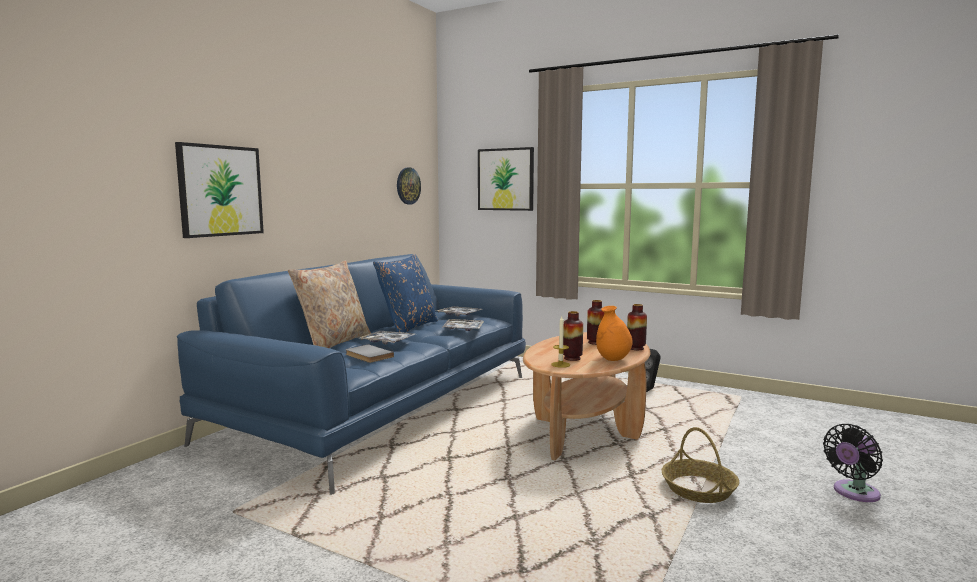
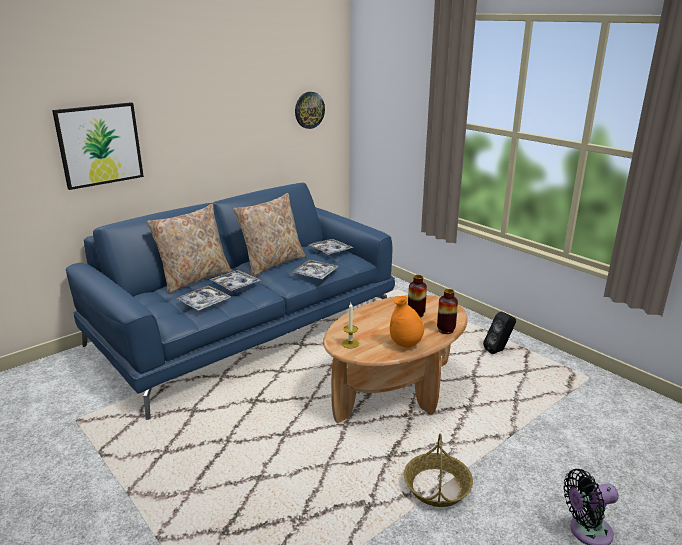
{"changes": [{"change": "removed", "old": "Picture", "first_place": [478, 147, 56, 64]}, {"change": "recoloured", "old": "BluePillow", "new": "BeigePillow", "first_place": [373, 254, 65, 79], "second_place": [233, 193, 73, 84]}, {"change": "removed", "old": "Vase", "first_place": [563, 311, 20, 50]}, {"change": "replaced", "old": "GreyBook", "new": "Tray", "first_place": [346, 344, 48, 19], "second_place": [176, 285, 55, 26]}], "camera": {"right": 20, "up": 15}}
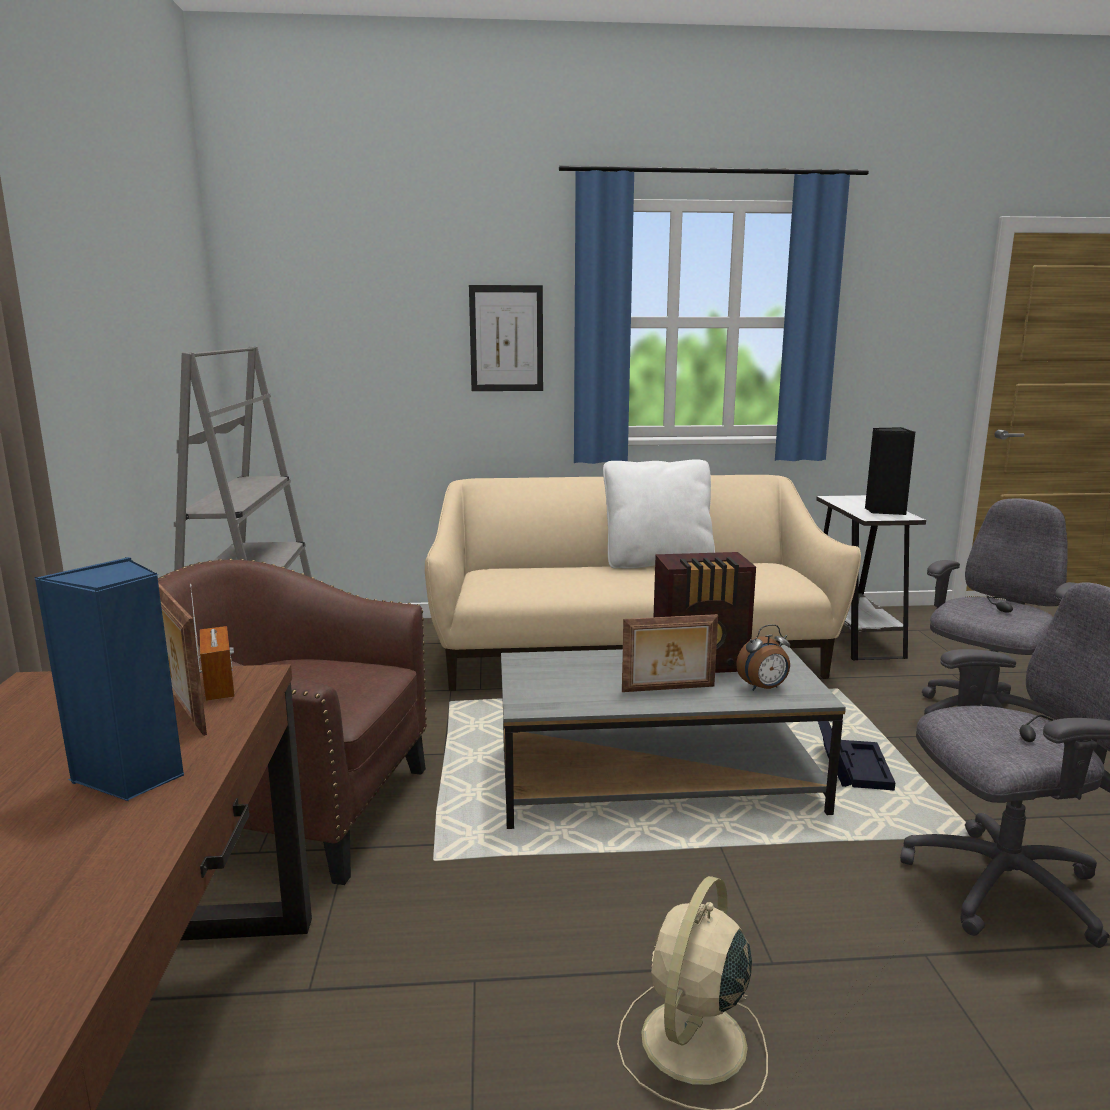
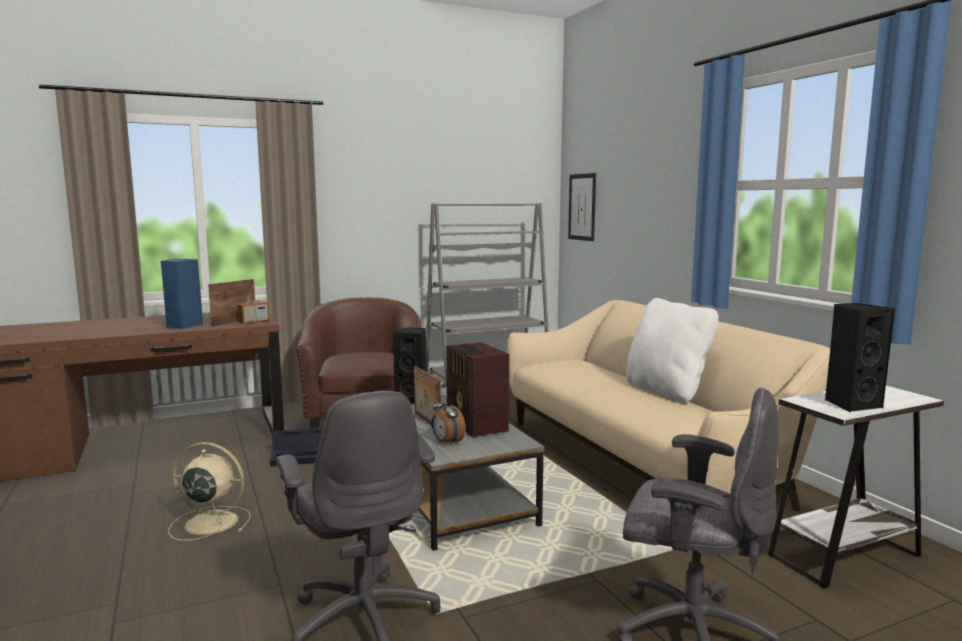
{"changes": [{"change": "moved", "old": "Picture", "first_place": [469, 285, 74, 106], "second_place": [568, 173, 28, 68]}, {"change": "moved", "old": "BlackStorageBox", "first_place": [818, 721, 77, 70], "second_place": [270, 428, 53, 39]}, {"change": "added", "new": "BlackSpeaker", "second_place": [393, 327, 33, 77]}], "camera": {"right": 70, "up": -5}}
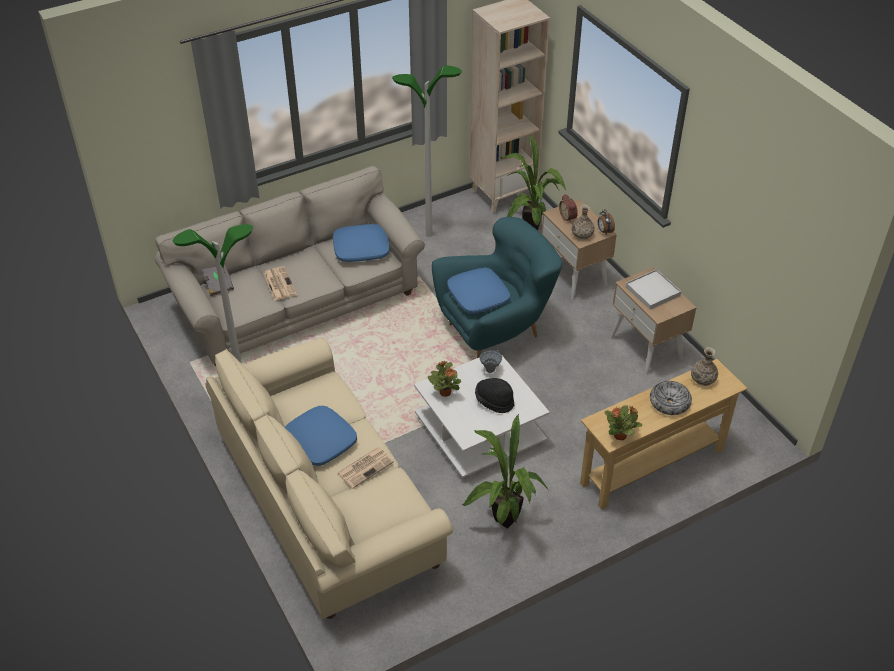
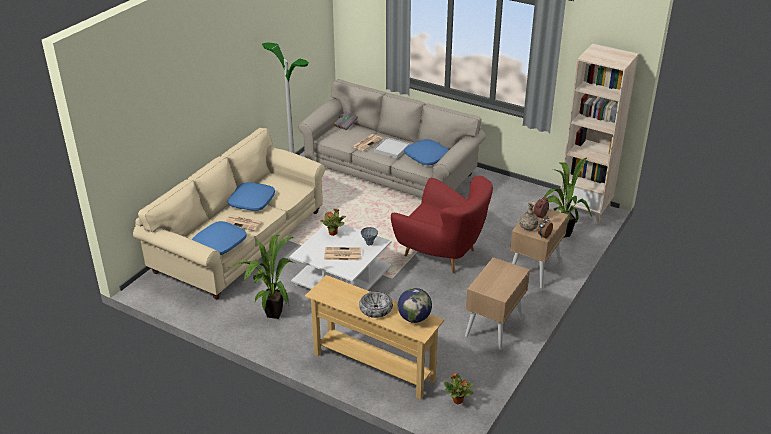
{"changes": [{"change": "removed", "old": "FloorLamp", "first_place": [392, 65, 70, 172]}, {"change": "recoloured", "old": "TurquoiseArmchair", "new": "RedArmchair", "first_place": [432, 217, 130, 141], "second_place": [391, 176, 102, 97]}, {"change": "moved", "old": "BluePillow", "first_place": [447, 268, 63, 46], "second_place": [192, 221, 55, 34]}, {"change": "moved", "old": "WhiteTray", "first_place": [626, 269, 55, 41], "second_place": [374, 137, 36, 22]}, {"change": "replaced", "old": "Vase", "new": "Globe", "first_place": [691, 347, 27, 39], "second_place": [398, 288, 34, 35]}, {"change": "replaced", "old": "BlackHat", "new": "Newspaper", "first_place": [475, 378, 40, 35], "second_place": [324, 247, 37, 13]}, {"change": "moved", "old": "PottedPlant", "first_place": [604, 405, 38, 35], "second_place": [444, 373, 30, 31]}], "camera": {"right": 60, "up": -10}}
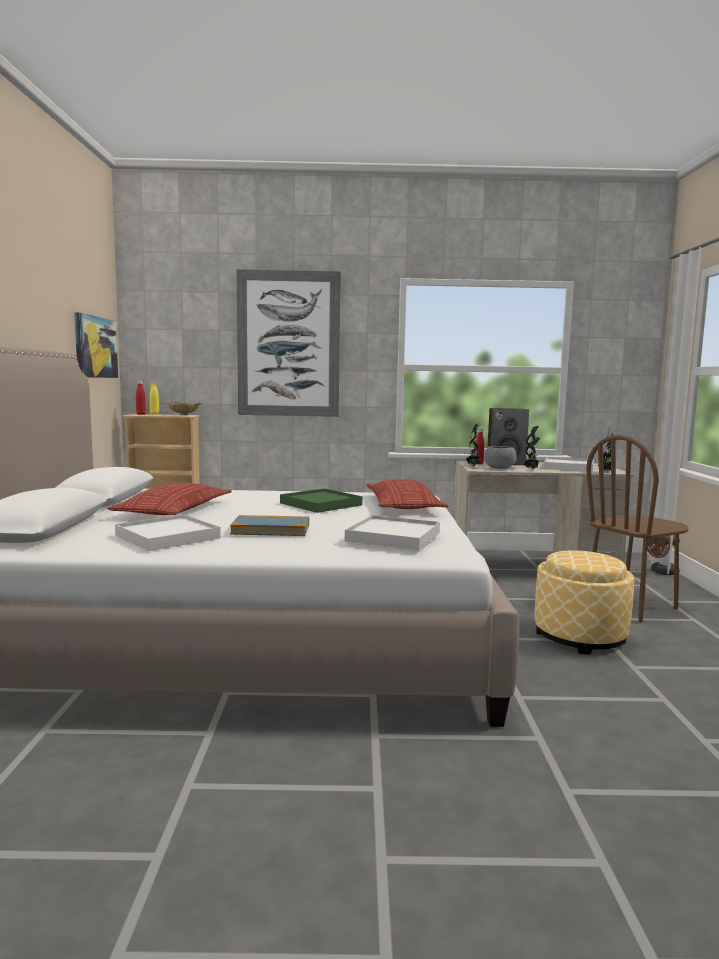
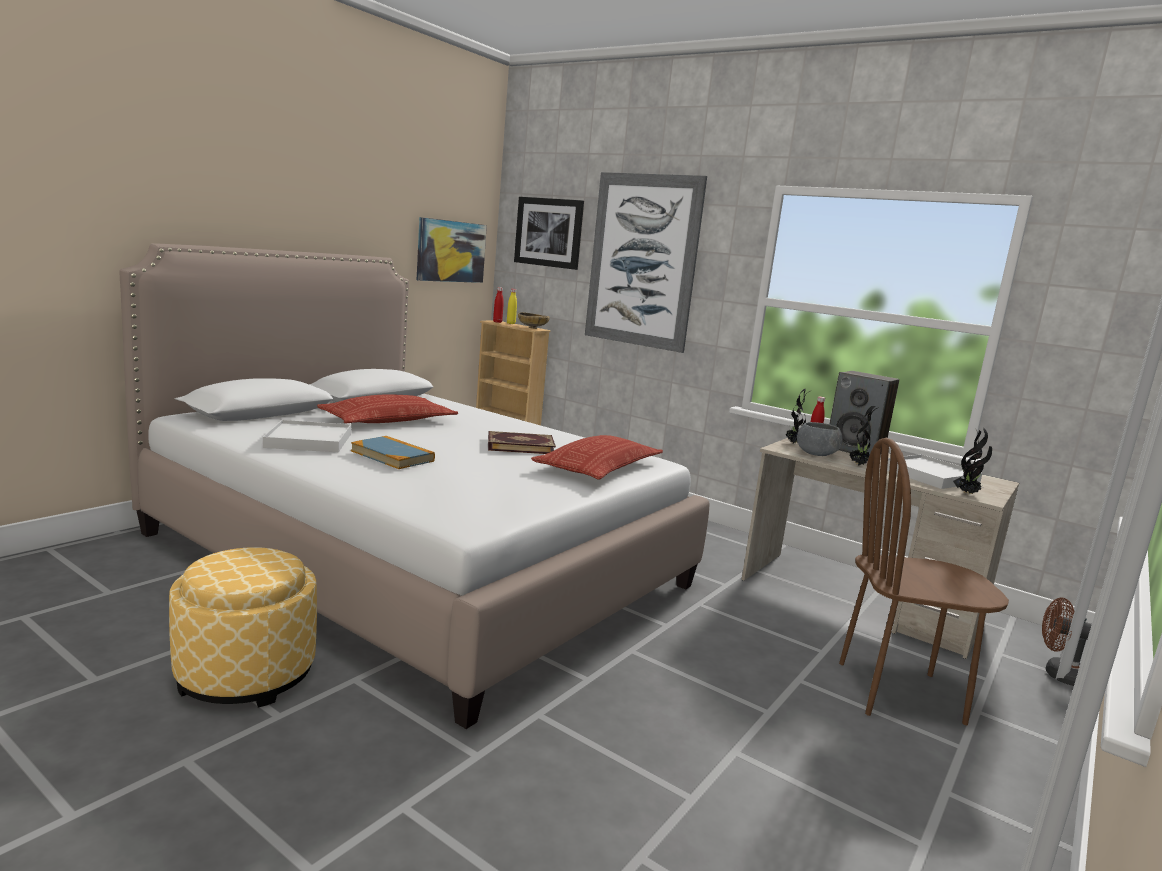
{"changes": [{"change": "replaced", "old": "GreenTray", "new": "Book", "first_place": [280, 488, 82, 25], "second_place": [488, 431, 68, 23]}, {"change": "removed", "old": "WhiteTray", "first_place": [345, 515, 95, 35]}, {"change": "moved", "old": "Ottoman", "first_place": [534, 550, 101, 105], "second_place": [169, 547, 148, 161]}, {"change": "added", "new": "Picture", "second_place": [514, 197, 70, 73]}], "camera": {"right": 35, "up": 5}}
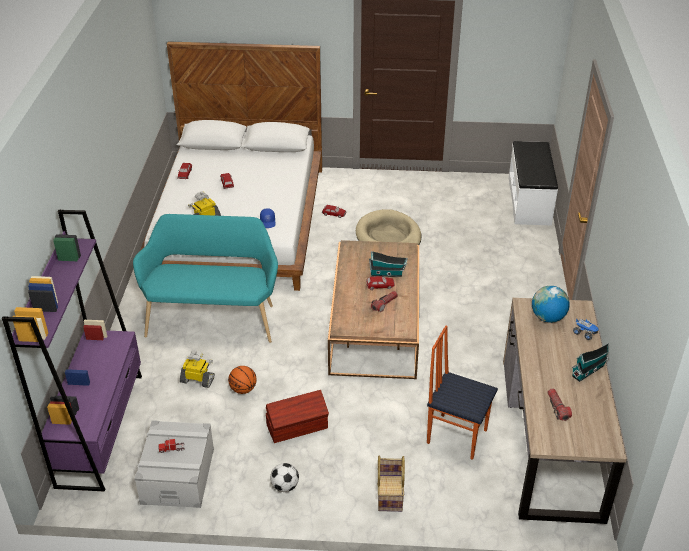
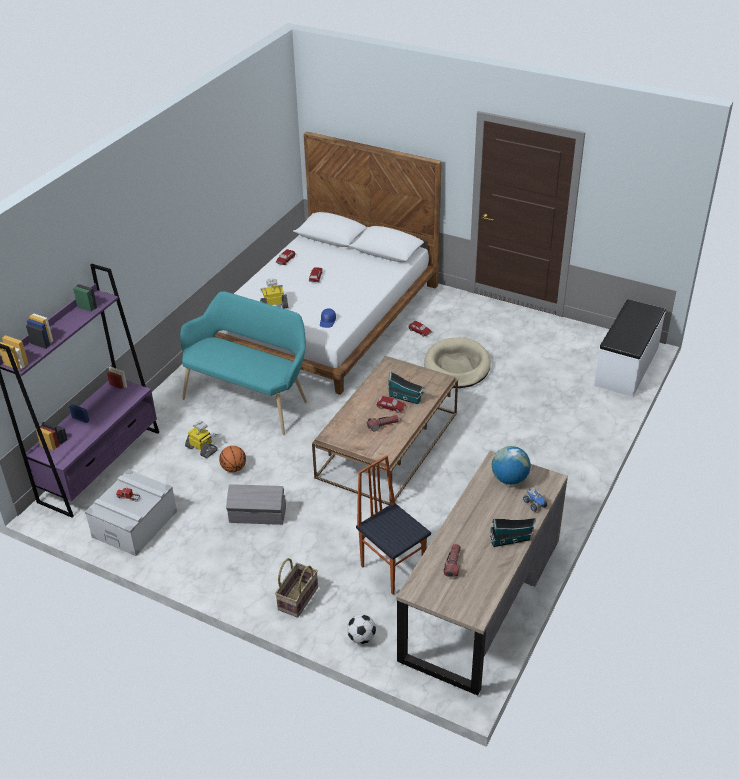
{"changes": [{"change": "recoloured", "old": "BrownStorageBox", "new": "GreyStorageBox", "first_place": [265, 390, 64, 53], "second_place": [226, 484, 60, 41]}, {"change": "moved", "old": "Football", "first_place": [270, 463, 29, 29], "second_place": [347, 614, 29, 30]}], "camera": {"right": 25, "up": 0}}
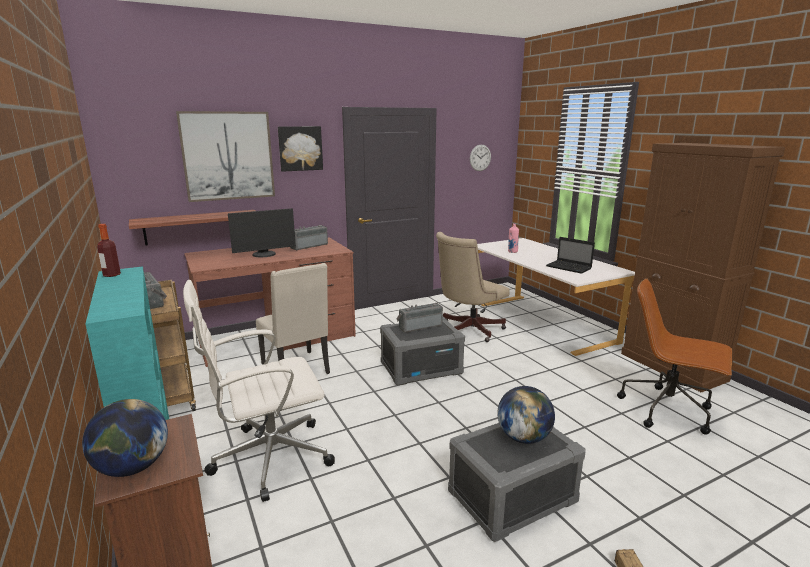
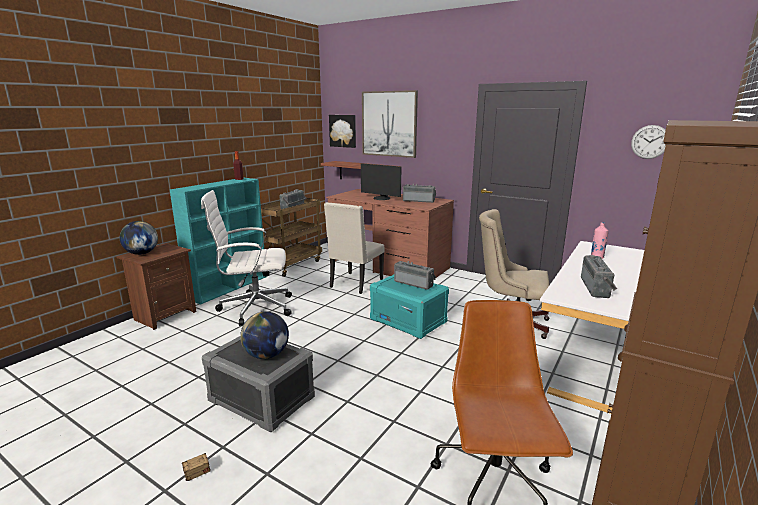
{"changes": [{"change": "moved", "old": "Picture", "first_place": [278, 126, 45, 46], "second_place": [329, 115, 27, 33]}, {"change": "replaced", "old": "Laptop", "new": "Radio", "first_place": [546, 237, 49, 37], "second_place": [581, 255, 36, 43]}, {"change": "turned", "old": "WhiteOfficeChair", "first_place": [183, 280, 152, 222], "second_place": [201, 190, 91, 136], "degrees": -45}, {"change": "recoloured", "old": "GreyStorageBox", "new": "TurquoiseStorageBox", "first_place": [380, 317, 85, 69], "second_place": [370, 275, 79, 64]}], "camera": {"right": 60, "up": 0}}
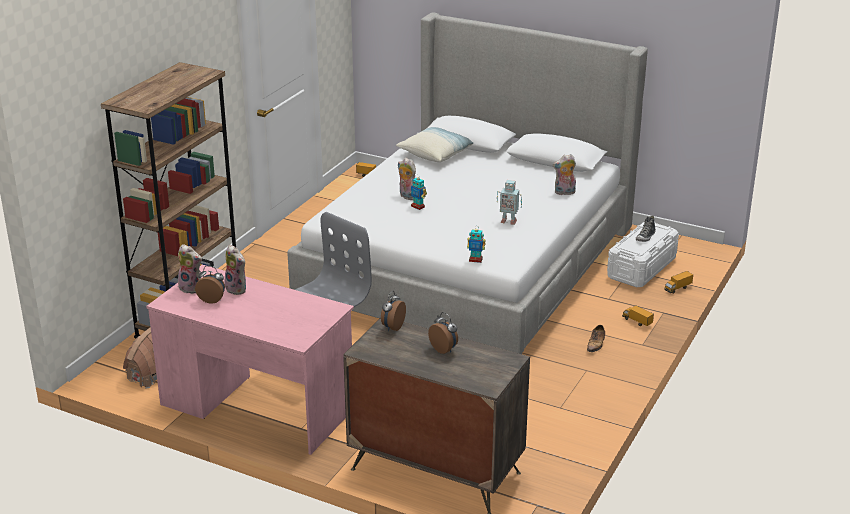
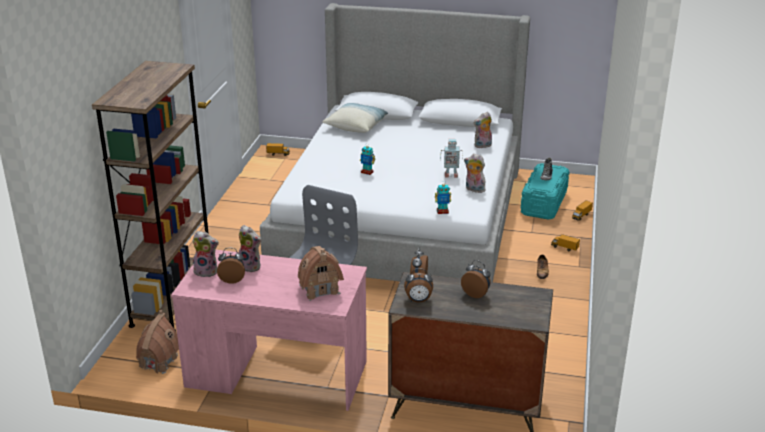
{"changes": [{"change": "moved", "old": "PlushToy", "first_place": [398, 158, 18, 42], "second_place": [464, 154, 22, 39]}, {"change": "recoloured", "old": "WhiteStorageBox", "new": "TurquoiseStorageBox", "first_place": [607, 222, 72, 65], "second_place": [521, 163, 48, 57]}, {"change": "added", "new": "ToyHouse", "second_place": [298, 246, 46, 55]}, {"change": "added", "new": "AlarmClock", "second_place": [404, 268, 29, 34]}], "camera": {"right": -15, "up": 0}}
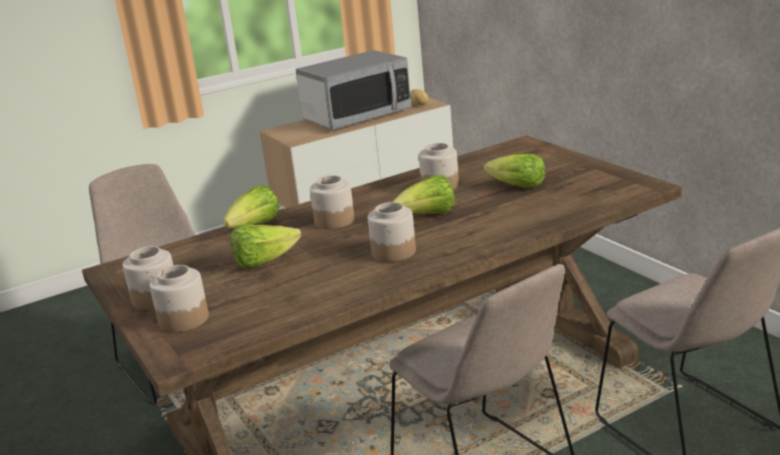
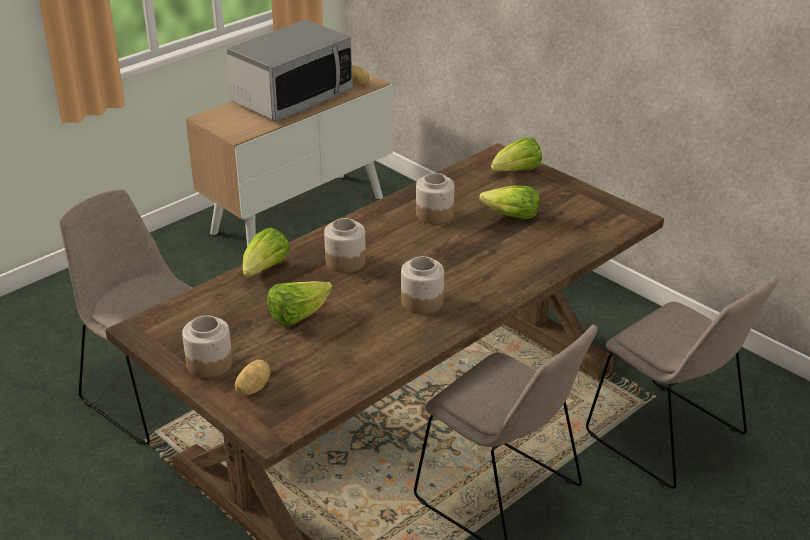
{"changes": [{"change": "moved", "old": "Lettuce", "first_place": [393, 175, 62, 39], "second_place": [491, 137, 51, 34]}, {"change": "replaced", "old": "Jar", "new": "Potato", "first_place": [150, 265, 59, 68], "second_place": [235, 360, 36, 35]}], "camera": {"right": -15, "up": 10}}
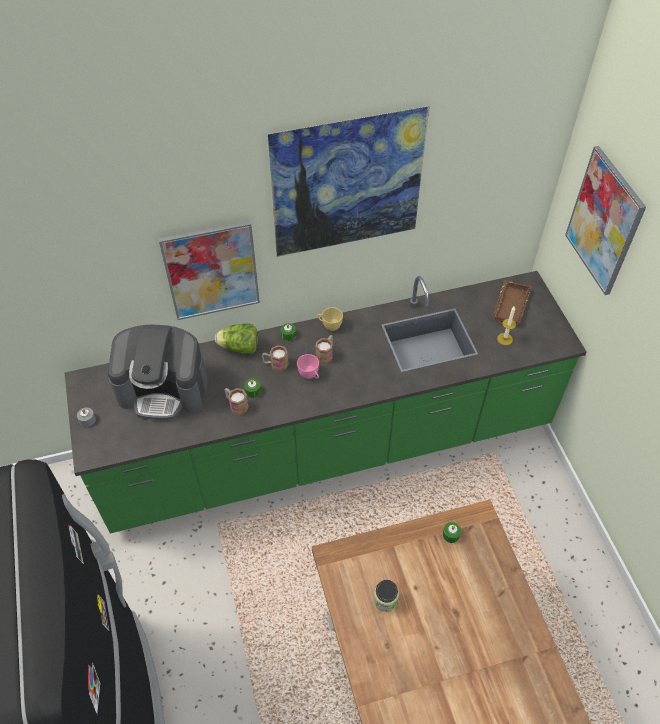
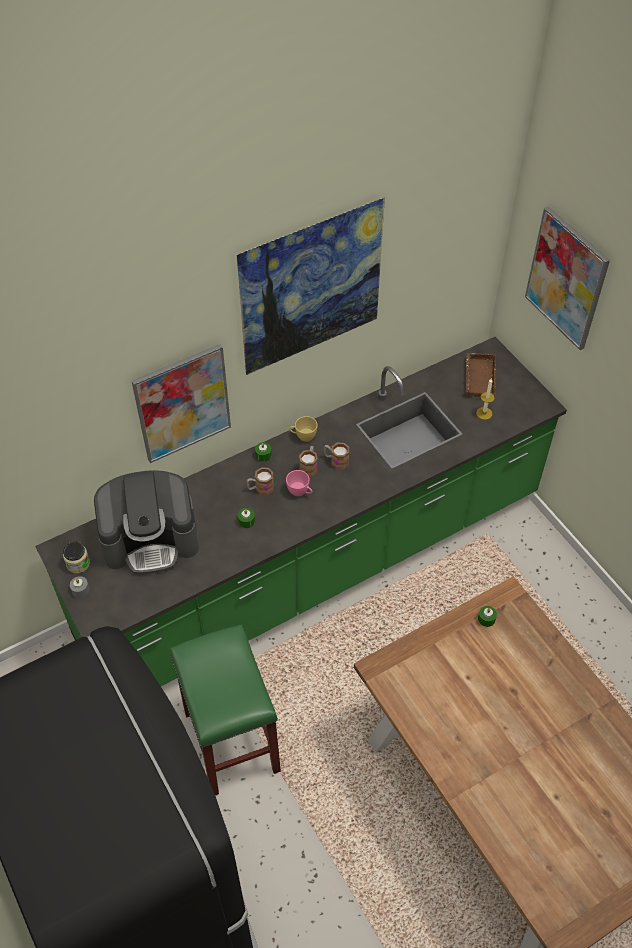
{"changes": [{"change": "removed", "old": "Lettuce", "first_place": [215, 323, 43, 31]}, {"change": "moved", "old": "Mug", "first_place": [224, 388, 25, 27], "second_place": [324, 443, 25, 26]}, {"change": "moved", "old": "Jar", "first_place": [373, 580, 26, 32], "second_place": [63, 541, 27, 32]}, {"change": "added", "new": "GreenStool", "second_place": [170, 624, 111, 171]}], "camera": {"right": -15, "up": 0}}
